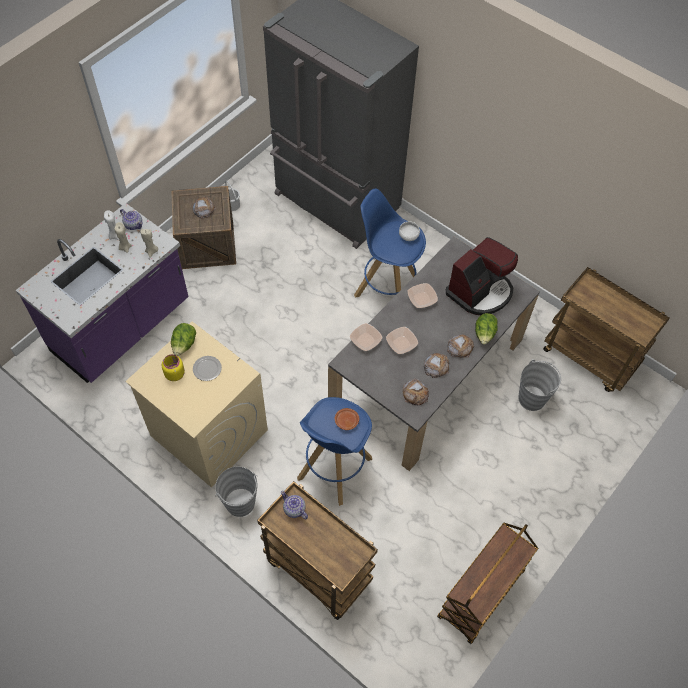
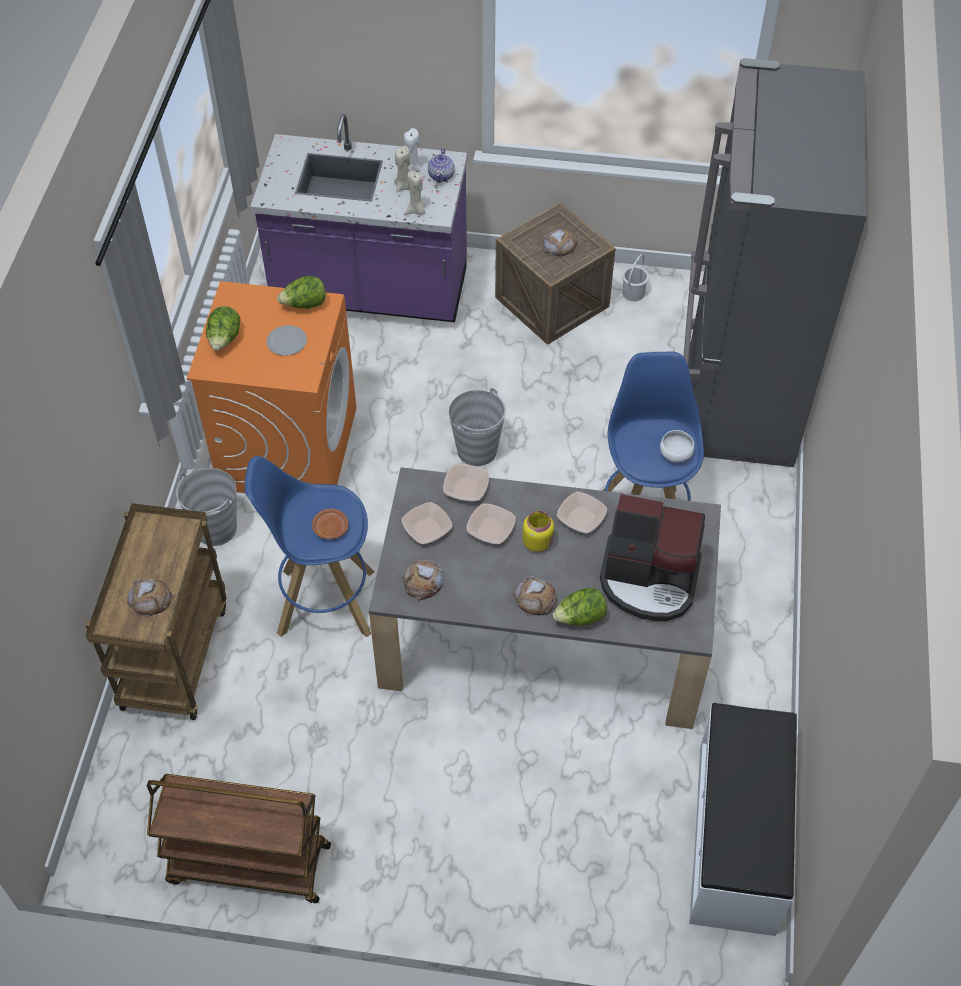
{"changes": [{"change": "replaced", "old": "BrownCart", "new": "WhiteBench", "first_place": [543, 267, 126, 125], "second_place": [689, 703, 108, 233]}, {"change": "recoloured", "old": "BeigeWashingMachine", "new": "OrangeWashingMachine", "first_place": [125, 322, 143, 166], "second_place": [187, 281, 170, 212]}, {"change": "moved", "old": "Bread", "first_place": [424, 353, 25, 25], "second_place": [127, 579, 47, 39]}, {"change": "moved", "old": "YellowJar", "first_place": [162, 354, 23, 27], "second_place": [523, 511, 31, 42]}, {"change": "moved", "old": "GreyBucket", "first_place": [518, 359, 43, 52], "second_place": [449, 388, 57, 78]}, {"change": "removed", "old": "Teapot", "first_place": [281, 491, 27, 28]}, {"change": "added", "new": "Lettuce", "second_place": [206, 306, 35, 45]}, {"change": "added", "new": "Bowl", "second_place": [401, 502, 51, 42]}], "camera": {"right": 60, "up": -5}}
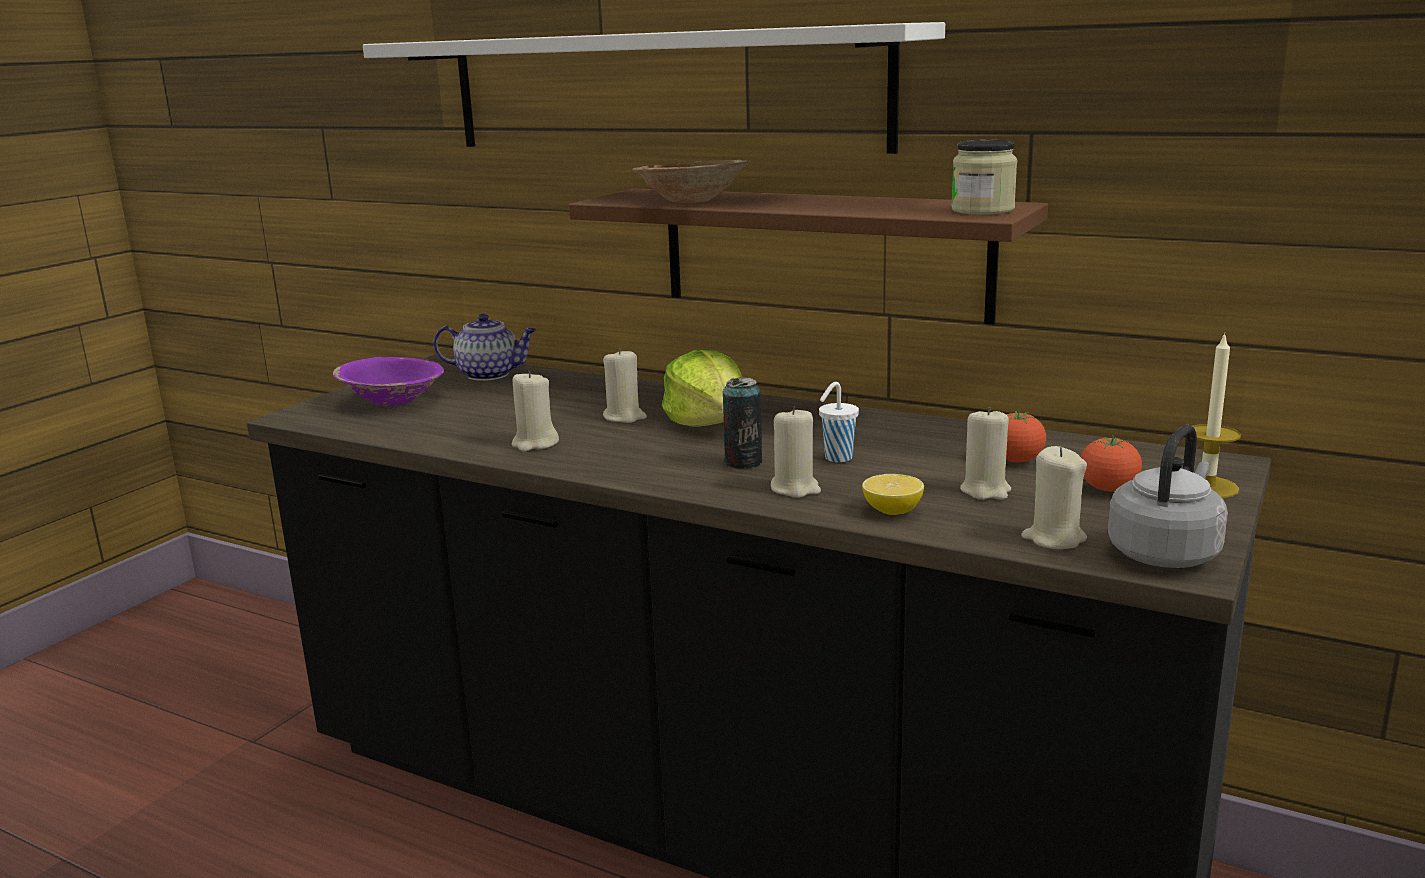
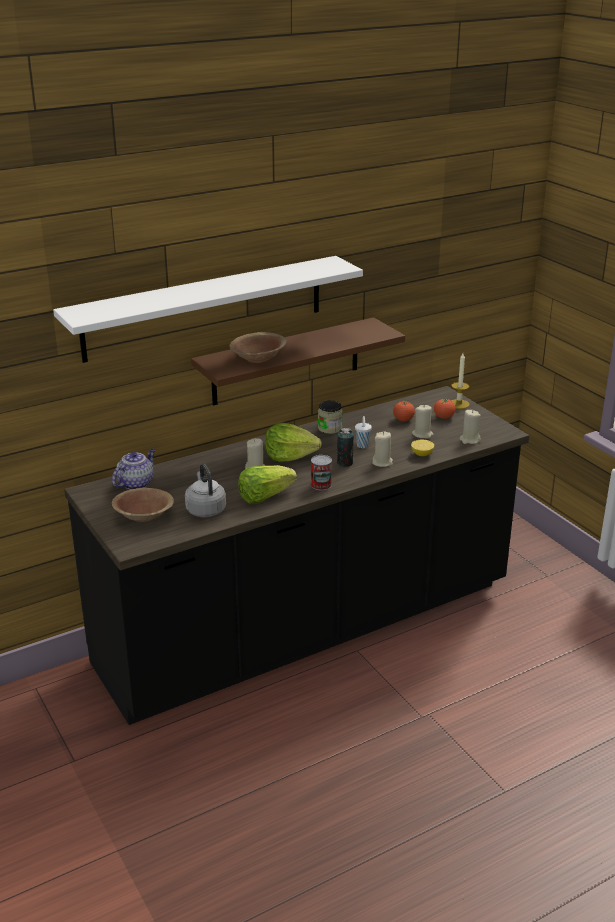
{"changes": [{"change": "moved", "old": "Jar", "first_place": [951, 140, 66, 75], "second_place": [318, 400, 25, 34]}, {"change": "recoloured", "old": "PurpleBowl", "new": "BrownBowl", "first_place": [333, 357, 111, 49], "second_place": [112, 487, 62, 35]}, {"change": "replaced", "old": "BeigeCandle", "new": "Lettuce", "first_place": [512, 371, 47, 81], "second_place": [238, 465, 59, 39]}, {"change": "moved", "old": "GreyKettle", "first_place": [1108, 424, 120, 144], "second_place": [185, 464, 41, 54]}, {"change": "added", "new": "Can", "second_place": [311, 455, 21, 35]}], "camera": {"right": -60, "up": 10}}
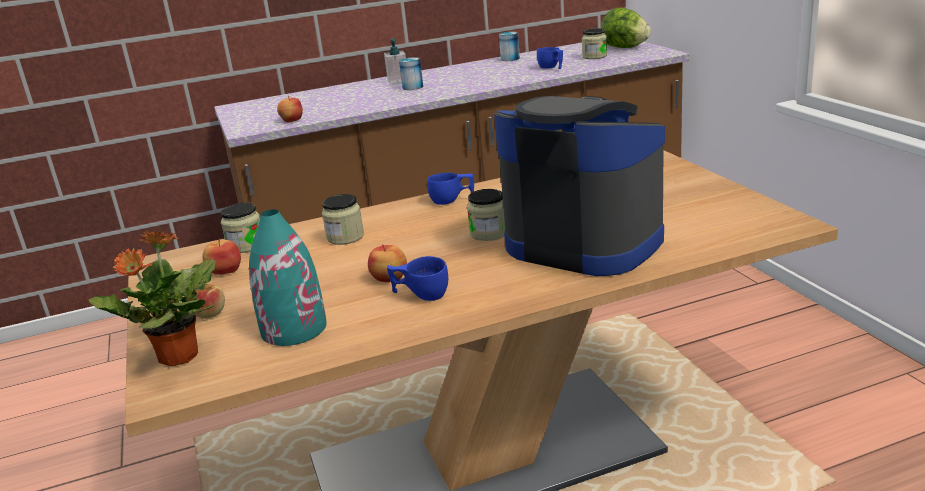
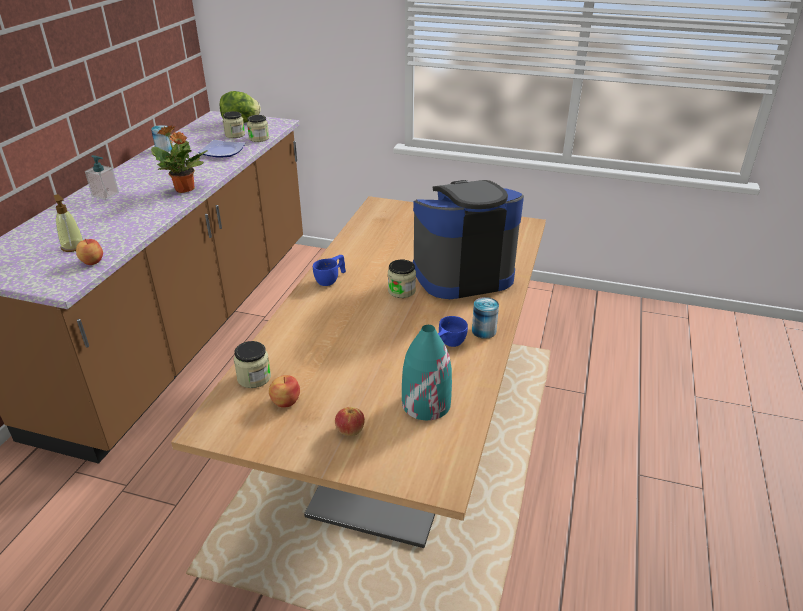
{"changes": [{"change": "replaced", "old": "BlueCup", "new": "Plate", "first_place": [537, 47, 26, 22], "second_place": [198, 140, 47, 17]}, {"change": "moved", "old": "Can", "first_place": [399, 57, 24, 33], "second_place": [472, 297, 27, 42]}, {"change": "moved", "old": "Jar", "first_place": [322, 194, 42, 51], "second_place": [247, 115, 22, 27]}, {"change": "moved", "old": "PottedPlant", "first_place": [89, 230, 127, 136], "second_place": [151, 126, 57, 67]}, {"change": "removed", "old": "Apple", "first_place": [368, 244, 39, 38]}, {"change": "added", "new": "SoapDispenser", "second_place": [54, 194, 29, 58]}], "camera": {"right": -55, "up": 10}}
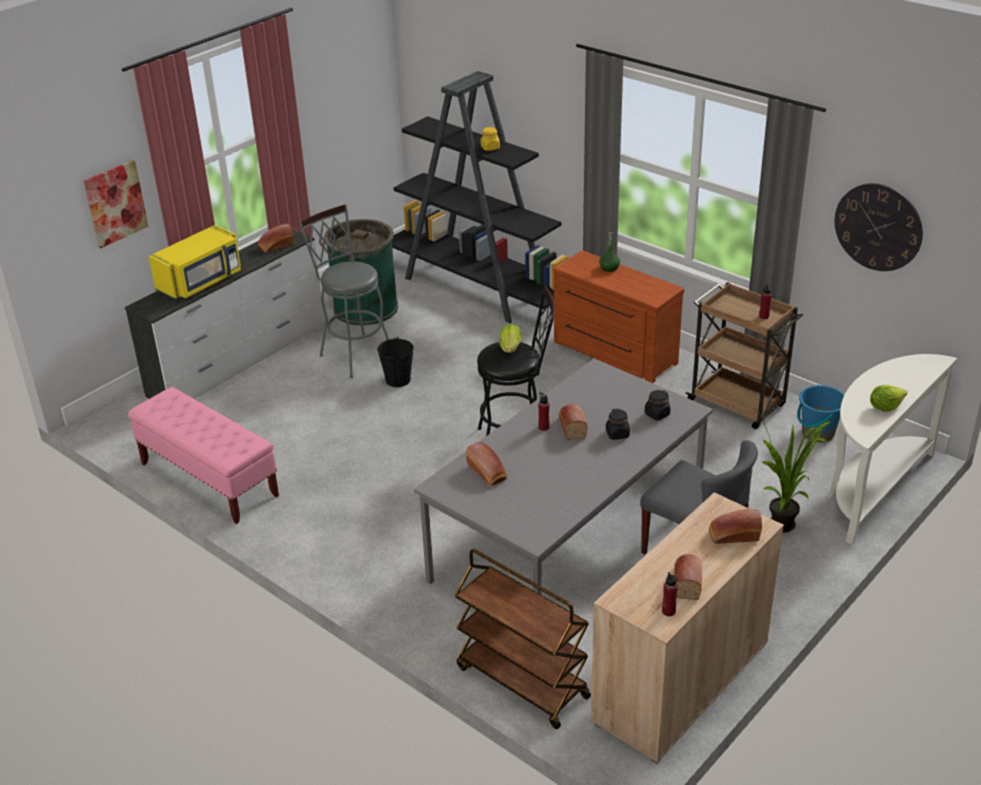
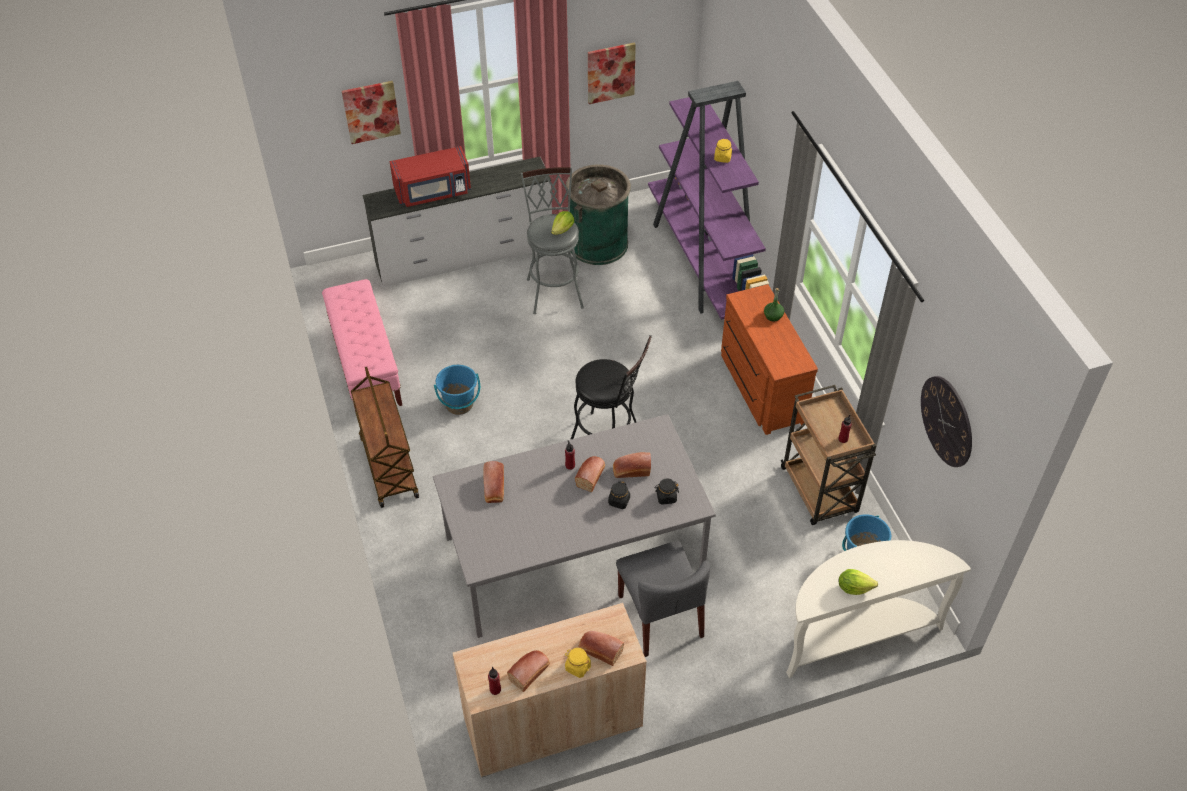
{"changes": [{"change": "recoloured", "old": "BlackBookcase", "new": "PurpleBookcase", "first_place": [392, 71, 177, 252], "second_place": [648, 81, 121, 239]}, {"change": "moved", "old": "Bread", "first_place": [258, 224, 36, 29], "second_place": [613, 452, 38, 26]}, {"change": "recoloured", "old": "YellowMicrowave", "new": "RedMicrowave", "first_place": [149, 225, 92, 75], "second_place": [390, 146, 81, 61]}, {"change": "moved", "old": "Lettuce", "first_place": [500, 324, 22, 29], "second_place": [551, 211, 23, 24]}, {"change": "removed", "old": "BlackBucket", "first_place": [377, 337, 37, 50]}, {"change": "removed", "old": "PottedPlant", "first_place": [753, 407, 78, 126]}, {"change": "moved", "old": "BrownCart", "first_place": [455, 549, 136, 180], "second_place": [351, 367, 68, 141]}, {"change": "added", "new": "Picture", "second_place": [588, 43, 48, 61]}, {"change": "added", "new": "BlueBucket", "second_place": [434, 365, 46, 50]}, {"change": "added", "new": "YellowJar", "second_place": [565, 648, 26, 30]}], "camera": {"right": 30, "up": 15}}
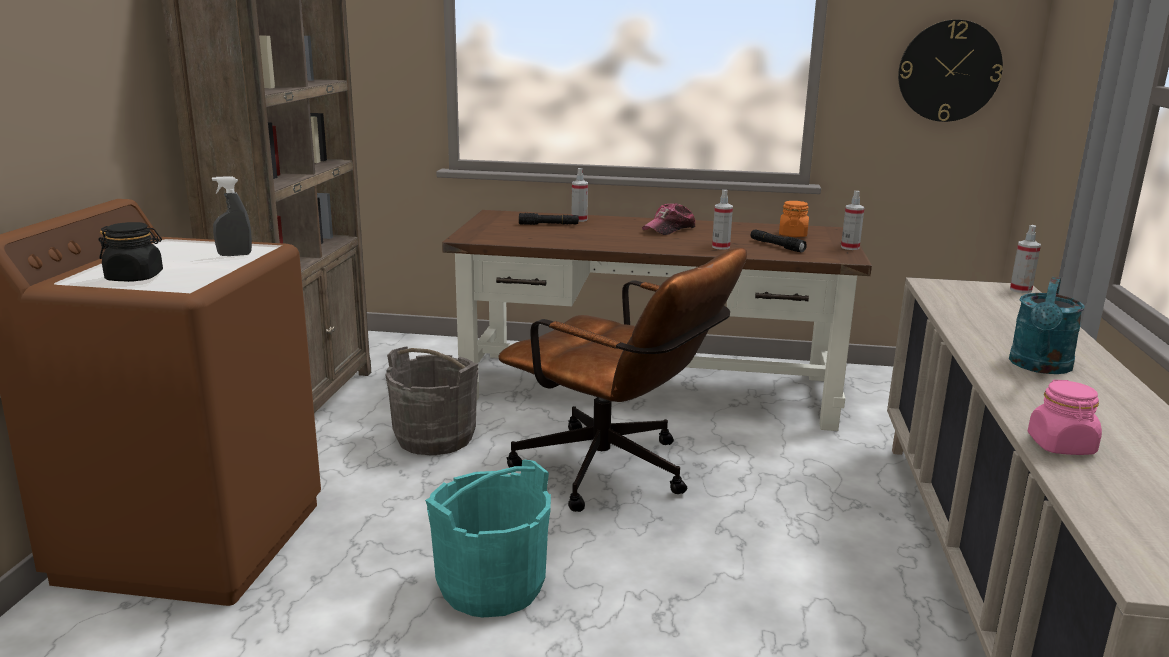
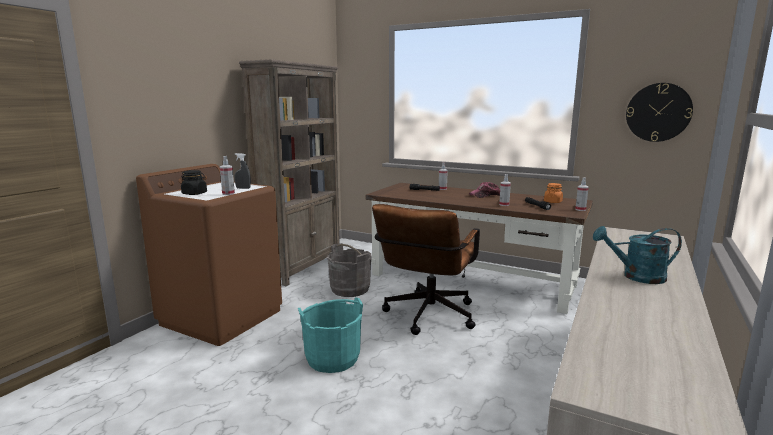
{"changes": [{"change": "moved", "old": "SprayBottle", "first_place": [1010, 225, 31, 68], "second_place": [220, 156, 15, 39]}, {"change": "turned", "old": "BrownOfficeChair", "first_place": [498, 248, 249, 264], "second_place": [372, 204, 108, 131], "degrees": 60}, {"change": "turned", "old": "TurquoiseWateringCan", "first_place": [1009, 277, 76, 97], "second_place": [593, 226, 89, 58], "degrees": 45}, {"change": "removed", "old": "PinkJar", "first_place": [1028, 380, 74, 75]}], "camera": {"right": 20, "up": -5}}
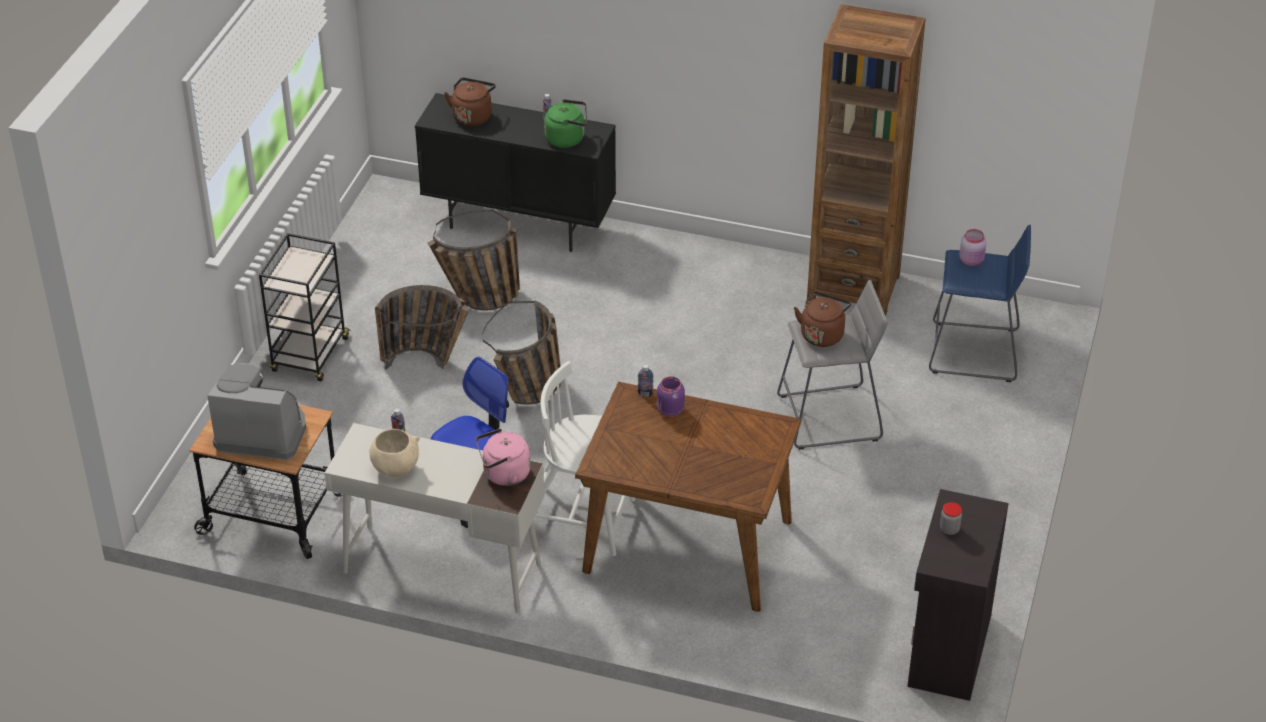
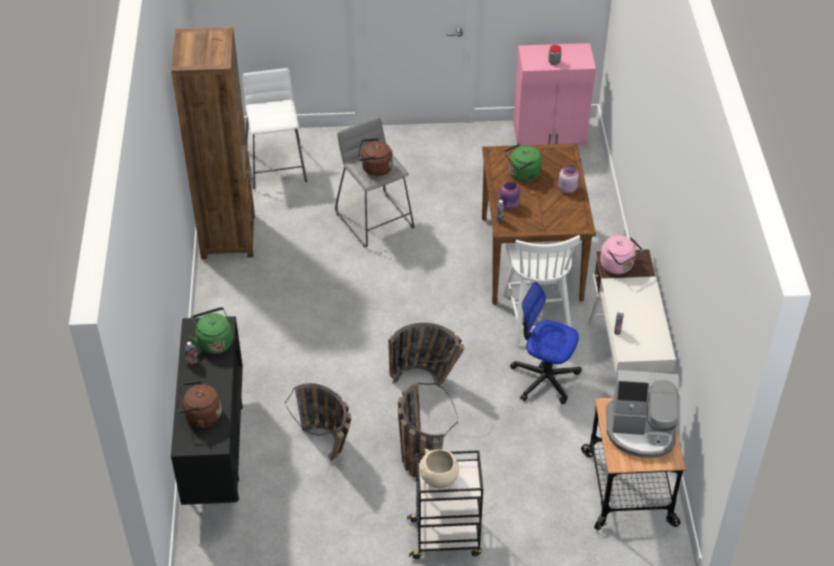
{"changes": [{"change": "recoloured", "old": "BlueStool", "new": "WhiteStool", "first_place": [929, 225, 102, 157], "second_place": [243, 68, 64, 121]}, {"change": "moved", "old": "PinkJar", "first_place": [959, 229, 28, 37], "second_place": [558, 165, 21, 28]}, {"change": "turned", "old": "CoffeeMachine", "first_place": [207, 363, 99, 97], "second_place": [607, 370, 72, 88], "degrees": -75}, {"change": "moved", "old": "BeigeBowl", "first_place": [370, 429, 50, 48], "second_place": [419, 449, 40, 39]}, {"change": "recoloured", "old": "BlackCabinet", "new": "PinkCabinet", "first_place": [907, 489, 102, 212], "second_place": [513, 43, 83, 102]}, {"change": "added", "new": "GreenKettle", "second_place": [504, 144, 38, 38]}], "camera": {"right": -110, "up": 5}}
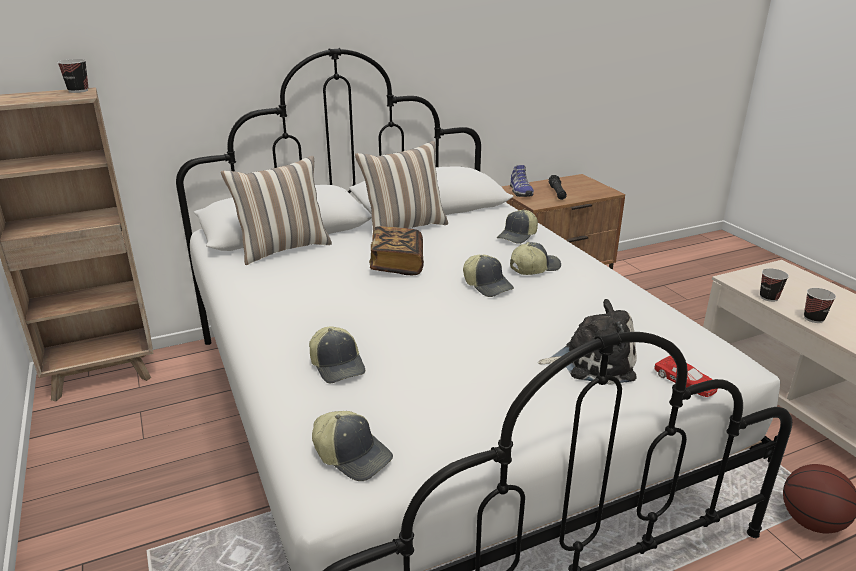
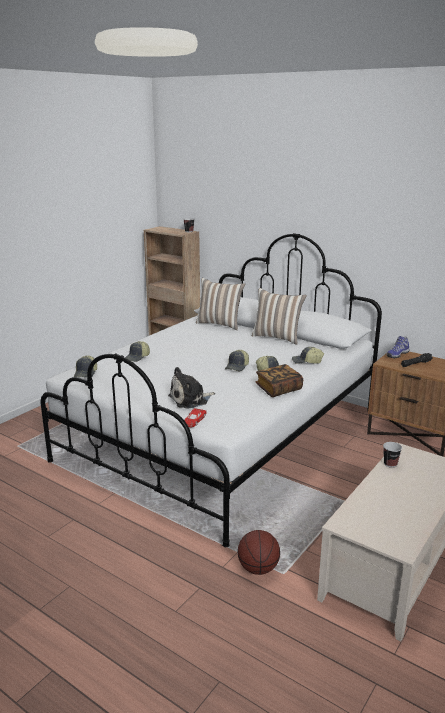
{"changes": [{"change": "moved", "old": "Book", "first_place": [369, 226, 55, 49], "second_place": [256, 364, 47, 33]}, {"change": "removed", "old": "Cup", "first_place": [804, 288, 32, 35]}, {"change": "turned", "old": "PlushToy", "first_place": [538, 299, 99, 86], "second_place": [168, 367, 47, 42], "degrees": 90}], "camera": {"right": 60, "up": -5}}
